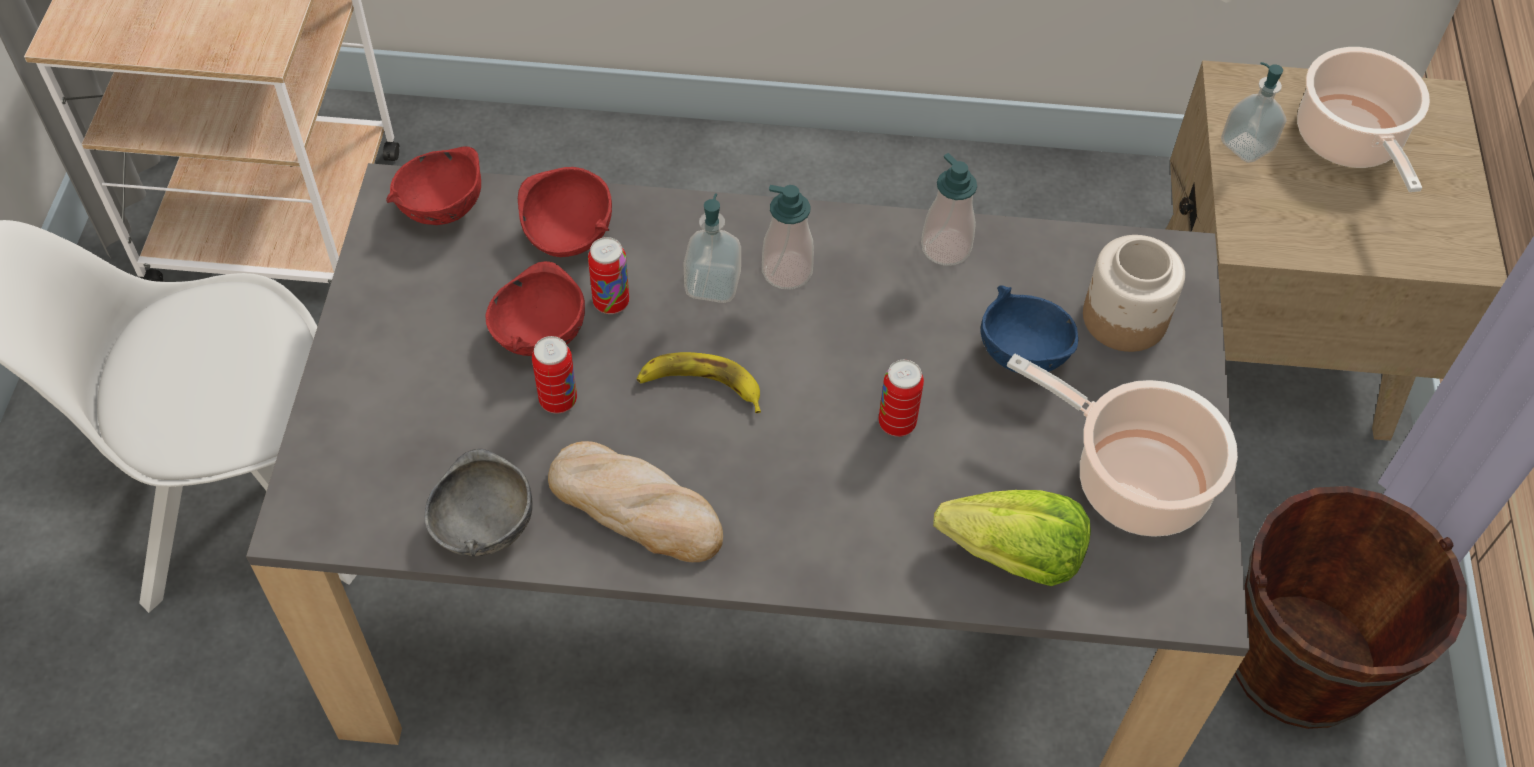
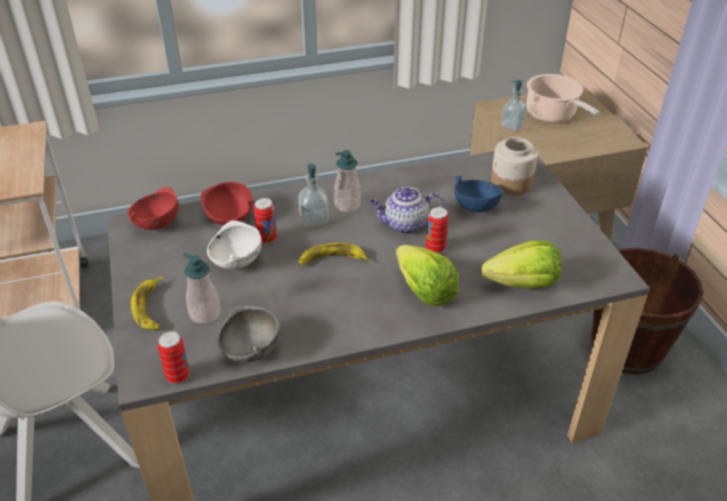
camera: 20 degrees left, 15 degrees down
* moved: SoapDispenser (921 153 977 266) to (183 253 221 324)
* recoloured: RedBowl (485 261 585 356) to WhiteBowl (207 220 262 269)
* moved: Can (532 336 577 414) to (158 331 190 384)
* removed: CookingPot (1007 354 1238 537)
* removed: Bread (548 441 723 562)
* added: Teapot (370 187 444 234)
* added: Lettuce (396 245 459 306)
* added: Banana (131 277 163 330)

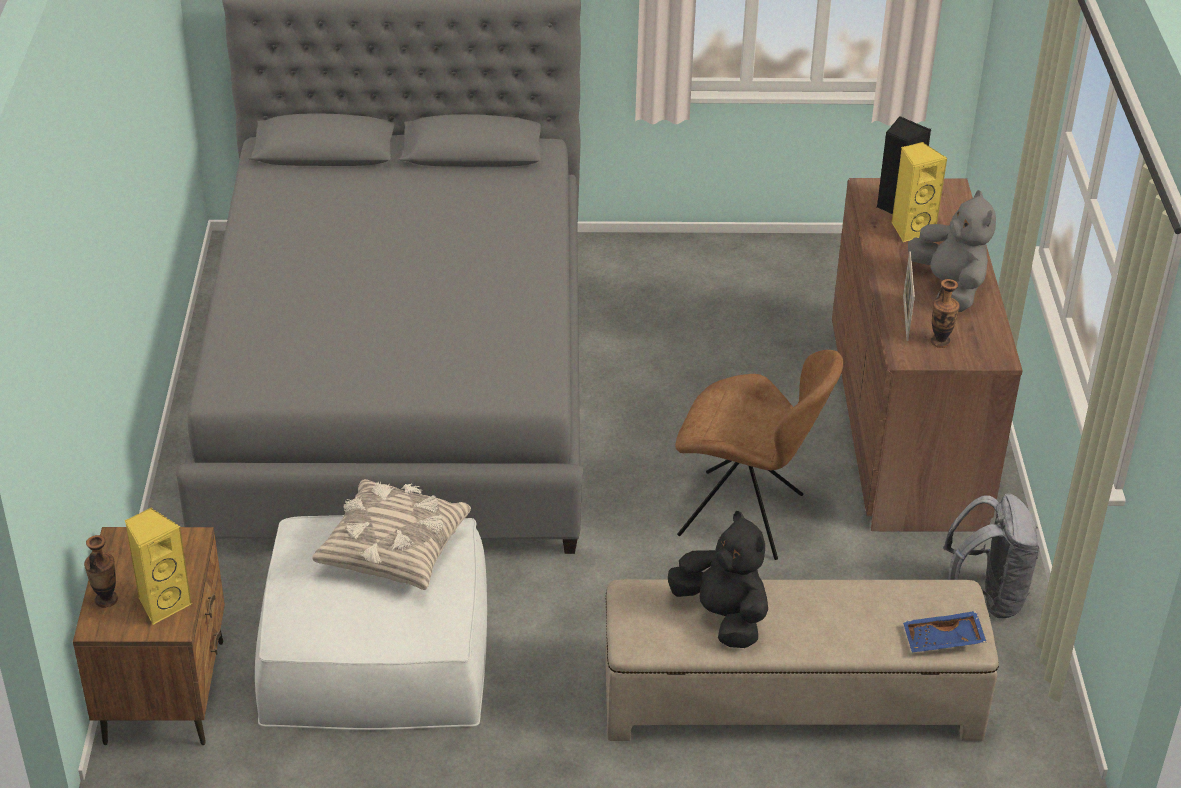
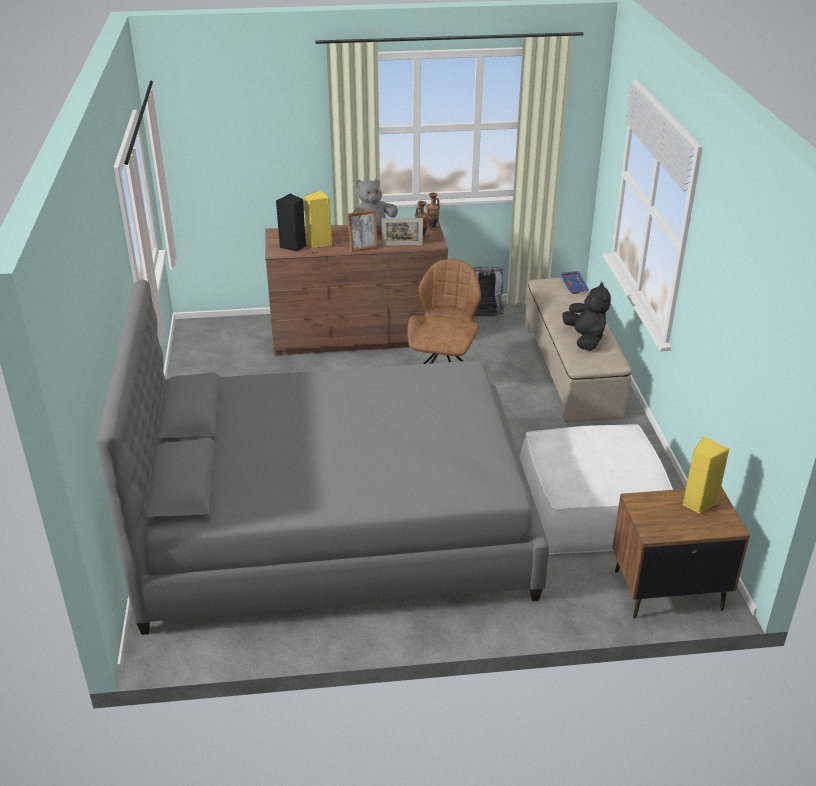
camera: 95 degrees left, 5 degrees down
* removed: BeigePillow (312 479 471 590)
* turned: BlackPlushToy (668 511 768 648) = (562 282 611 351) 120 degrees clockwise
* moved: Vase (84 535 118 608) to (426 192 440 231)
* added: PictureFrame (347 210 378 252)

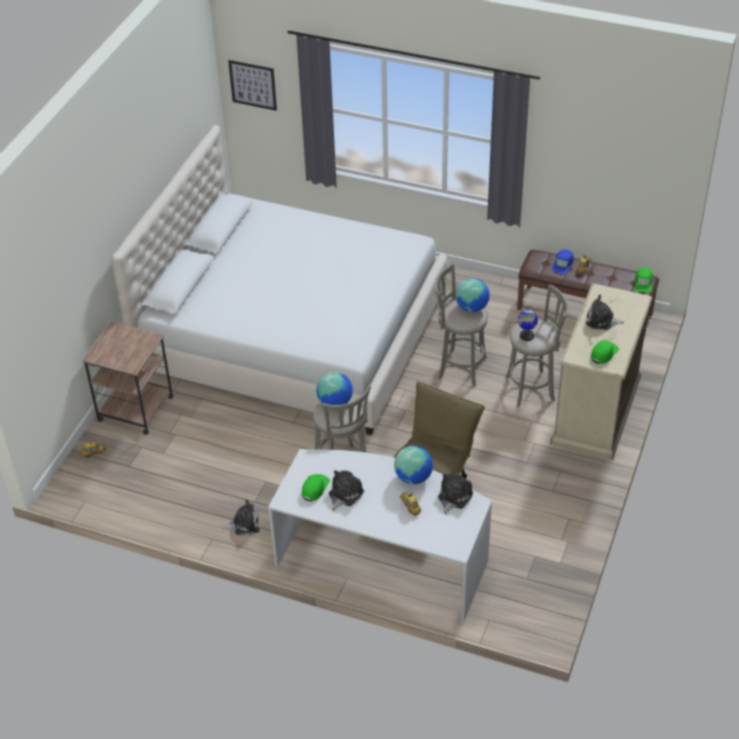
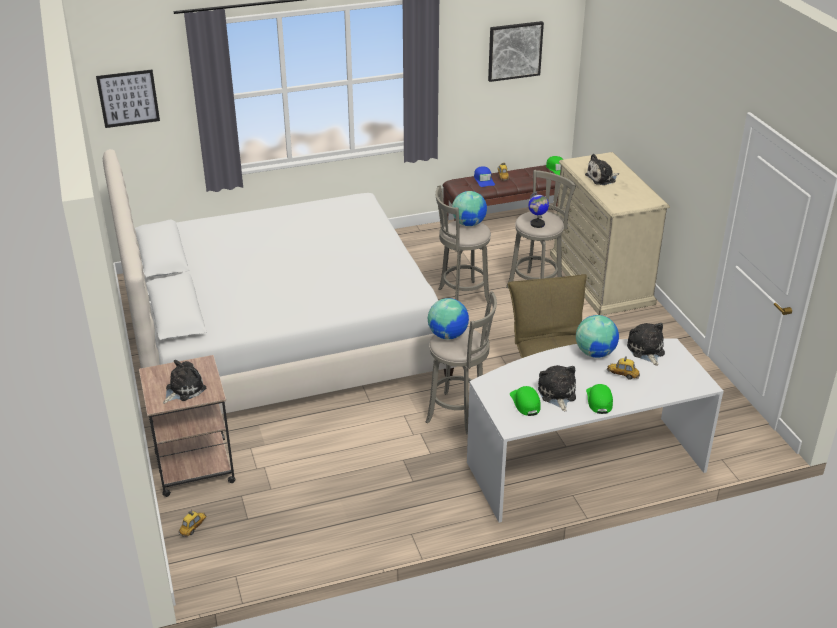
camera: 40 degrees left, 10 degrees down
* moved: GreenCap (591 340 619 364) to (586 384 613 414)
* moved: PlushToy (223 499 260 535) to (163 360 206 404)
* added: Picture (488 21 544 82)

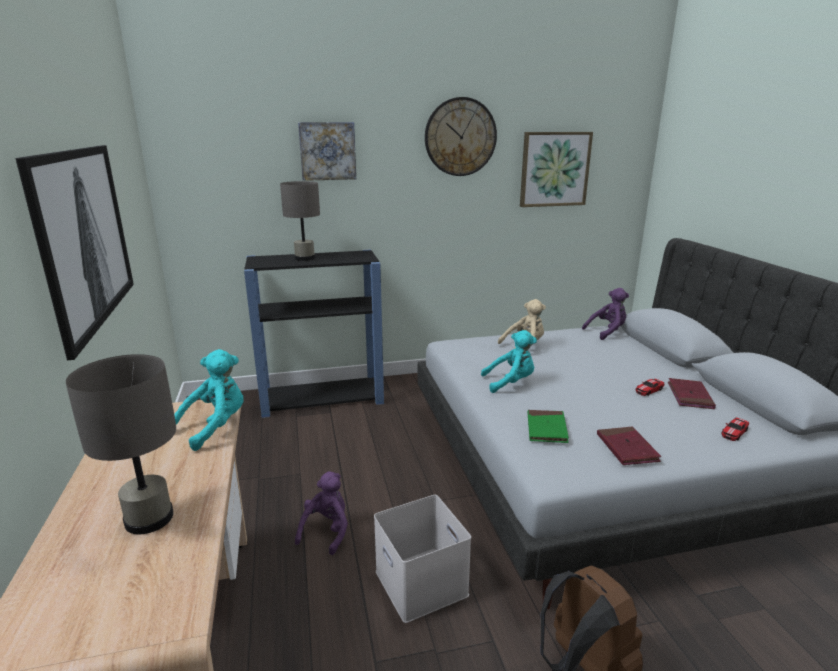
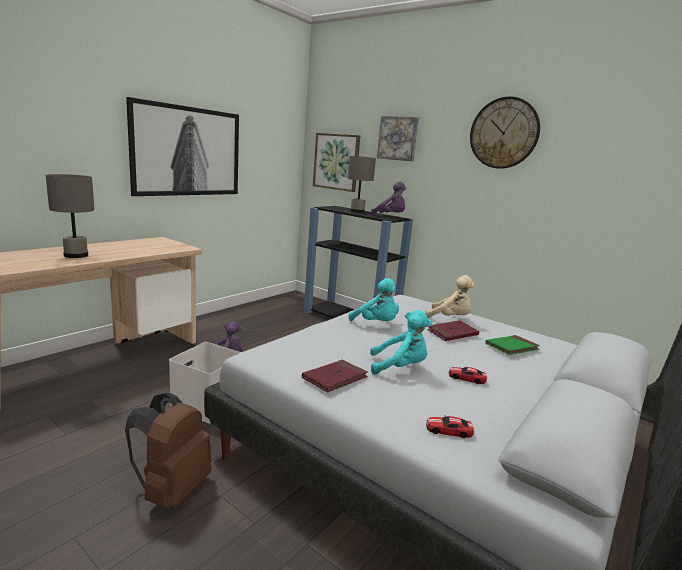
camera: 50 degrees right, 5 degrees down
* moved: Picture (520 132 593 207) to (313 133 360 192)
* moved: PurplePlushToy (582 288 629 340) to (371 182 406 216)
* moved: TurquoisePlushToy (174 349 243 451) to (370 310 432 375)
* moved: RedBook (668 378 716 409) to (427 320 479 341)
* moved: GreenBook (528 410 569 443) to (485 335 540 355)

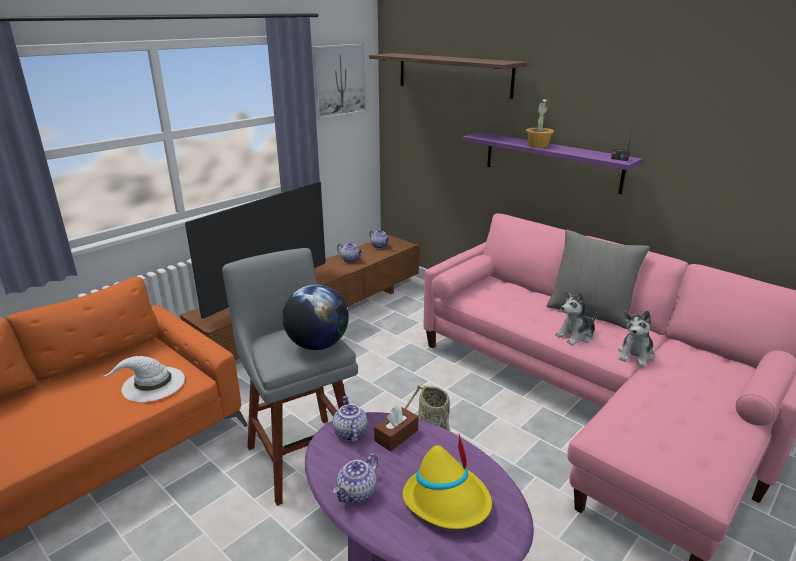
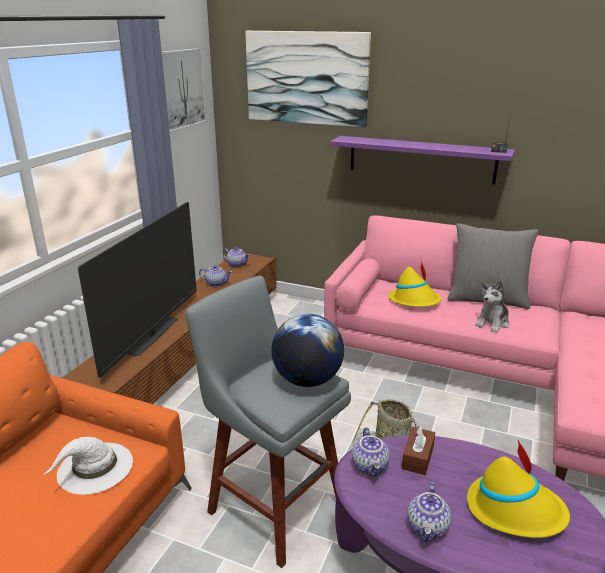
camera: 20 degrees left, 0 degrees up
* replaced: Shelf (369 53 528 99) to Picture (245 31 371 127)
* removed: PottedPlant (526 98 554 148)
* removed: PlushToy (618 310 654 367)
* turned: Teapot (333 396 367 443) = (352 427 390 477) 150 degrees counterclockwise
* added: YellowHat (388 261 441 307)

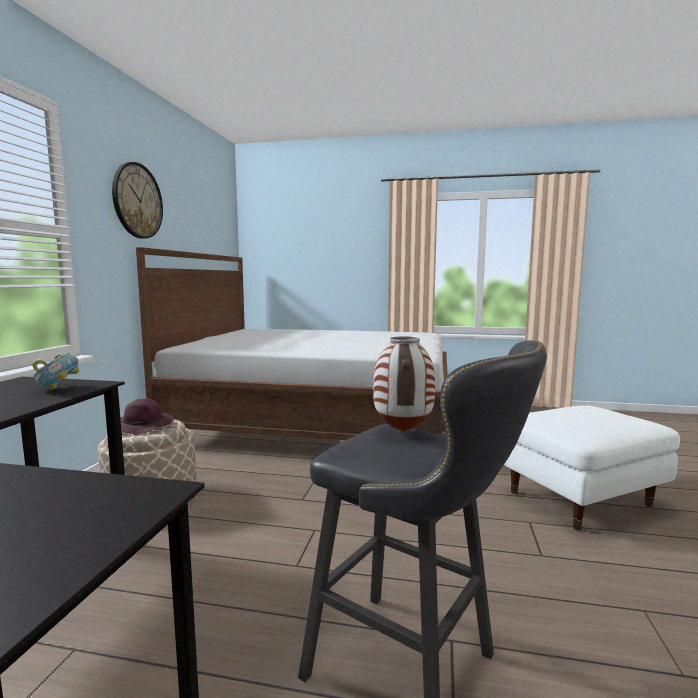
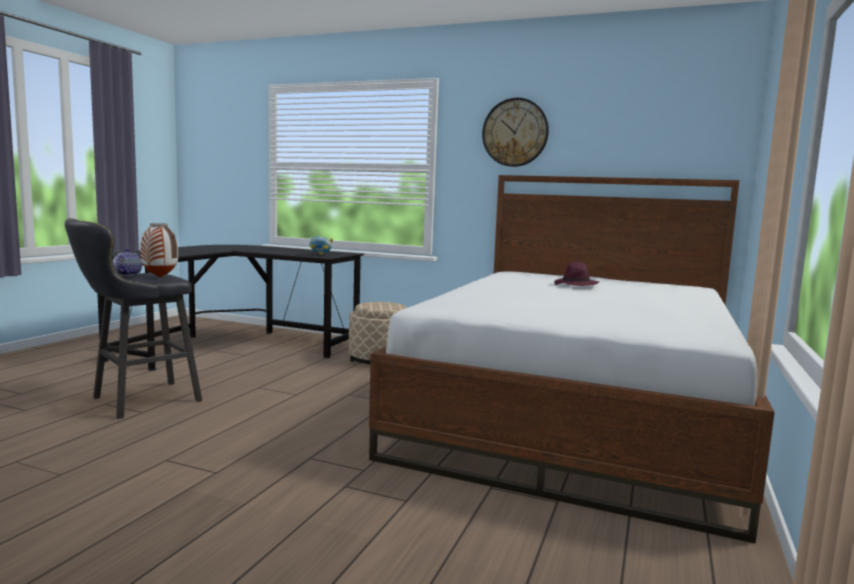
camera: 100 degrees right, 0 degrees up
* moved: PurpleHat (120 398 174 435) to (554 262 599 286)
* removed: WhiteOttoman (504 405 680 531)
* added: Teapot (113 249 142 276)

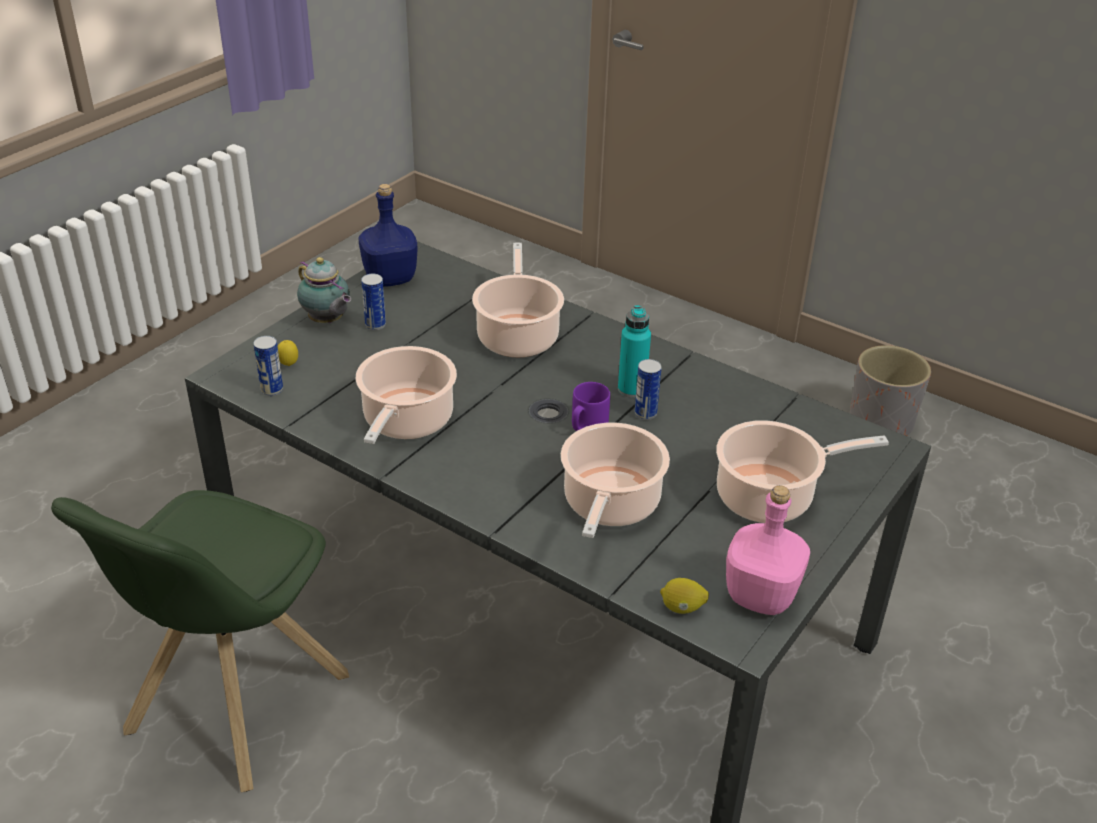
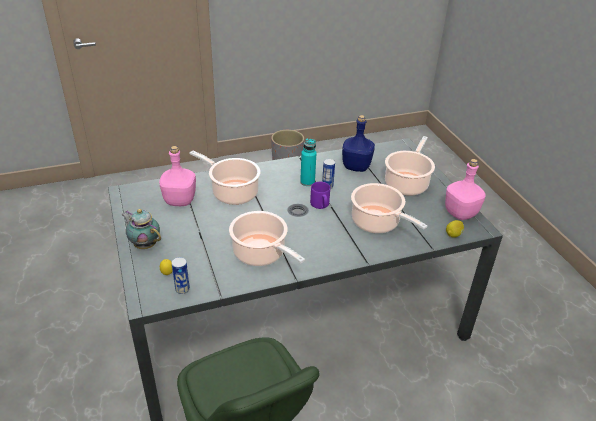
camera: 55 degrees left, 0 degrees up
* moved: BlueBottle (358 184 418 287) to (342 115 375 172)
* turned: Teapot (297 257 351 323) = (121 209 161 249) 135 degrees counterclockwise
* removed: Can (361 274 386 330)
* added: PinkBottle (159 146 196 206)

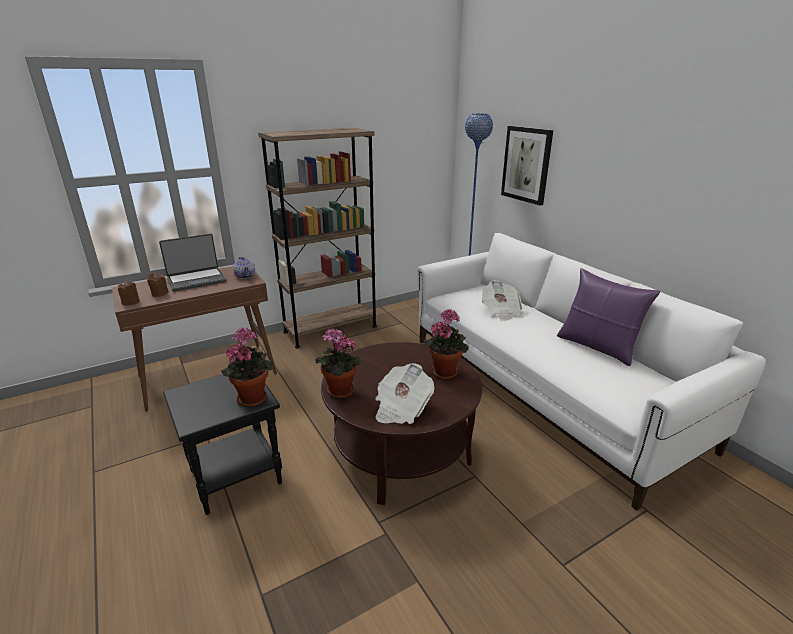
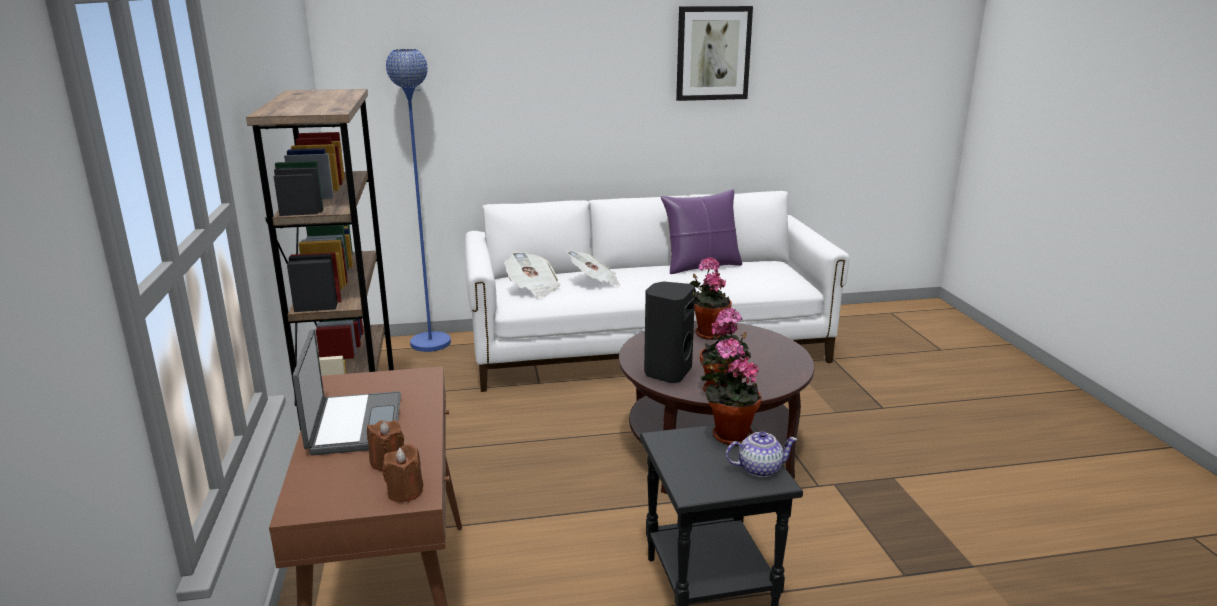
camera: 70 degrees left, 5 degrees down
* moved: Picture (501 126 553 206) to (676 6 753 101)
* moved: Teapot (233 257 255 279) to (726 431 798 477)
* moved: Newspaper (375 363 435 424) to (504 251 560 298)
* added: BlackSpeaker (644 281 695 383)

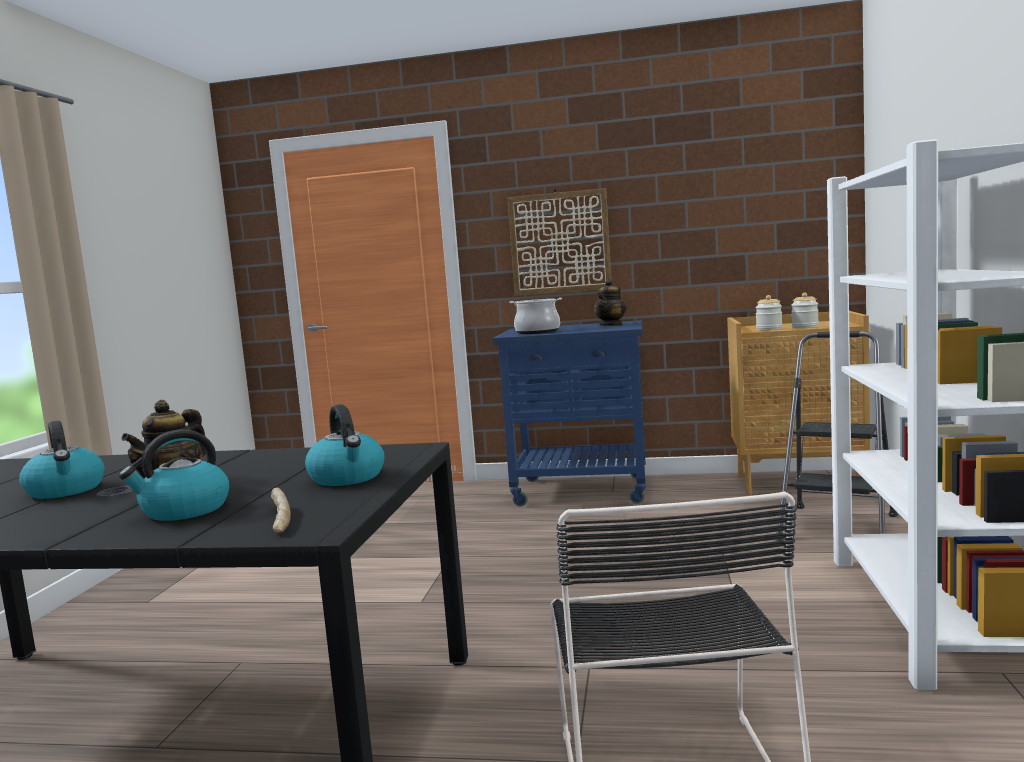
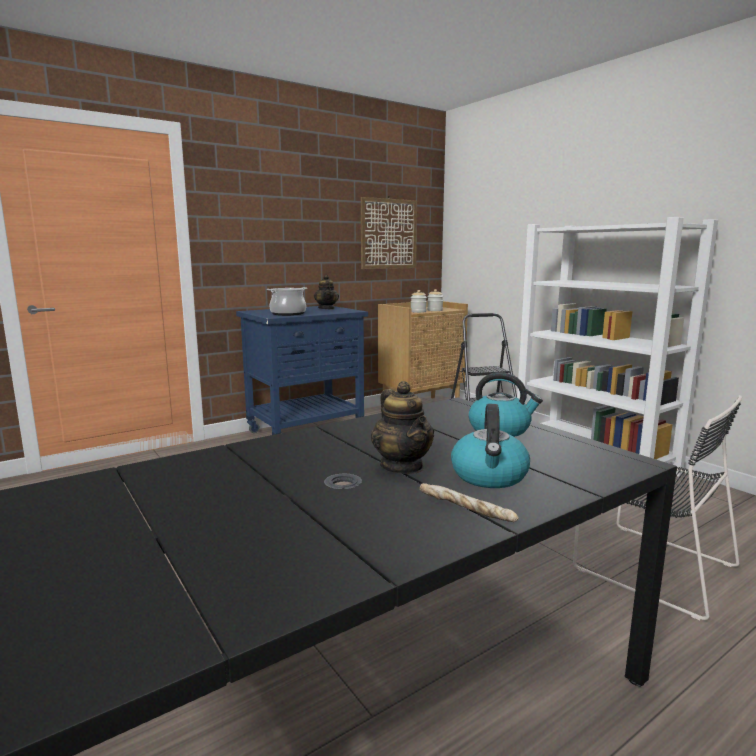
camera: 45 degrees left, 5 degrees up
* moved: Picture (508 188 612 296) to (361 196 417 269)
* removed: Kettle (19 421 105 499)
* moved: Bread (271 488 291 534) to (420 483 519 522)

